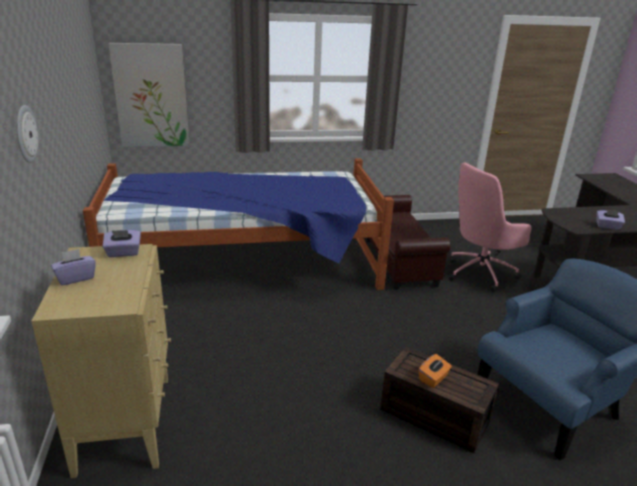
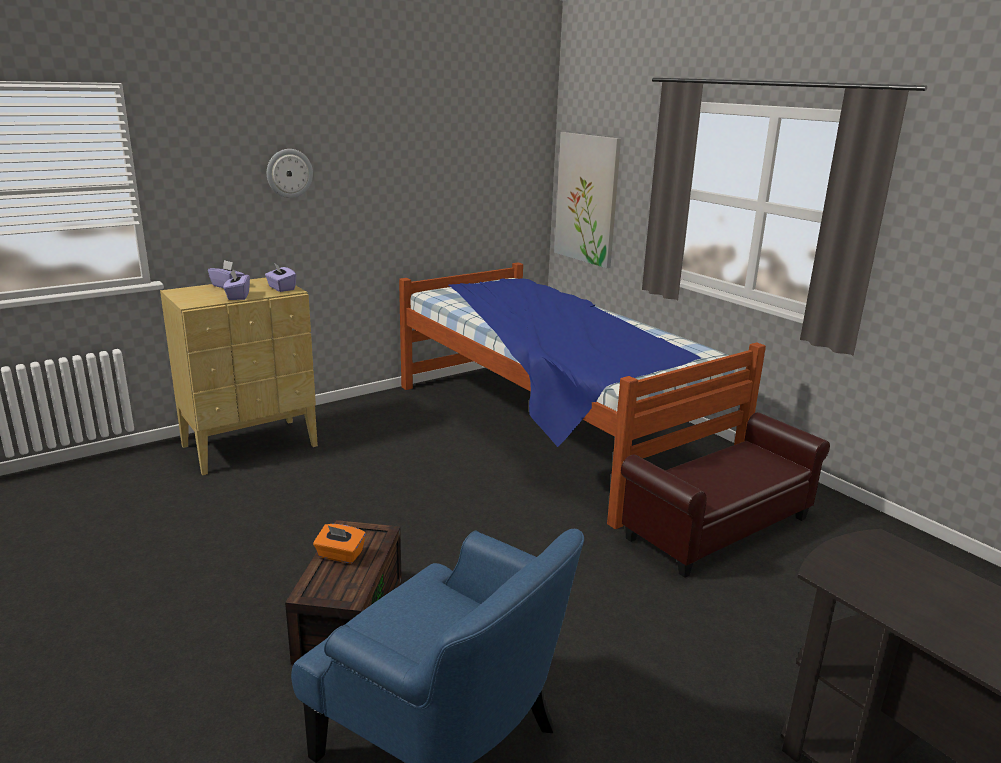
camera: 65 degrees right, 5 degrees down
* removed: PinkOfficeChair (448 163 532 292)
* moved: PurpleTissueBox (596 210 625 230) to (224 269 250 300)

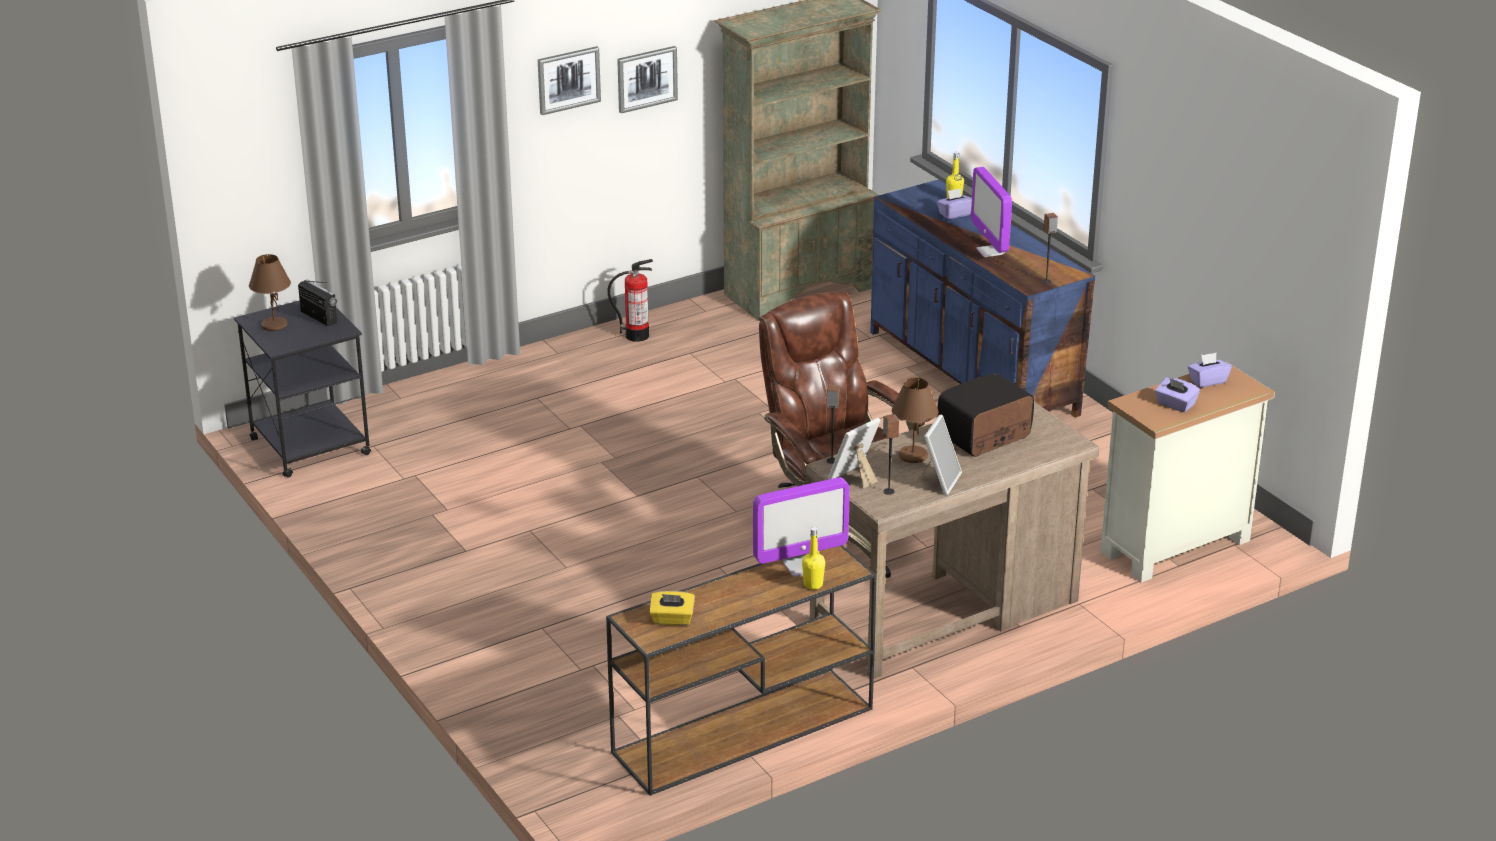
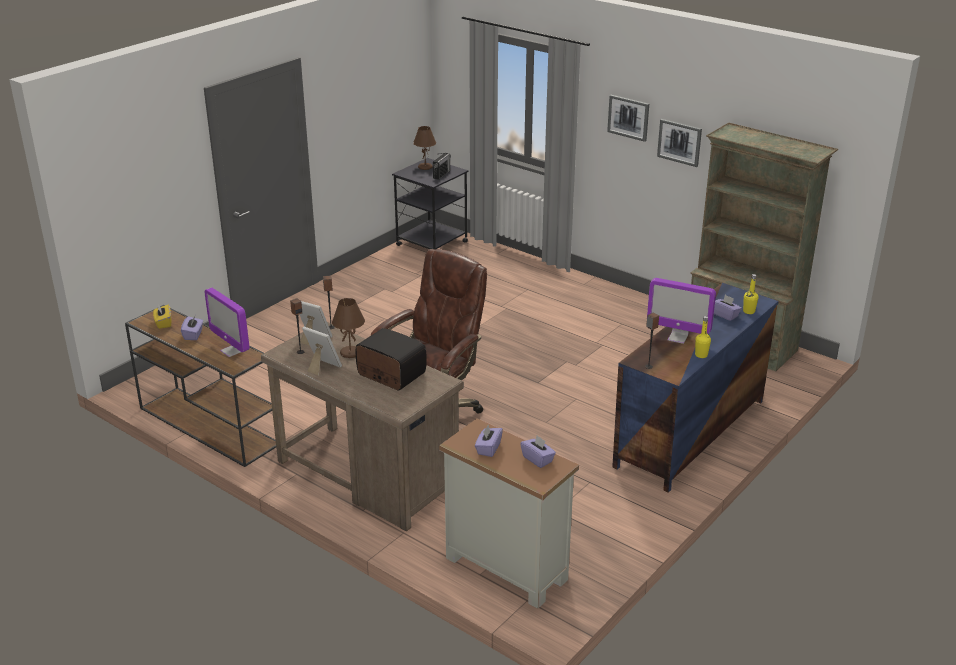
camera: 70 degrees right, 0 degrees up
* turned: Monitor (971 167 1012 257) = (647 278 716 344) 120 degrees counterclockwise
* removed: FireExtinguisher (607 259 653 342)
* turned: PictureFrame (916 415 962 495) = (302 327 342 376) 150 degrees counterclockwise
* moved: YellowBottle (802 527 825 590) to (695 316 711 358)
* added: PurpleTissueBox (181 316 203 340)

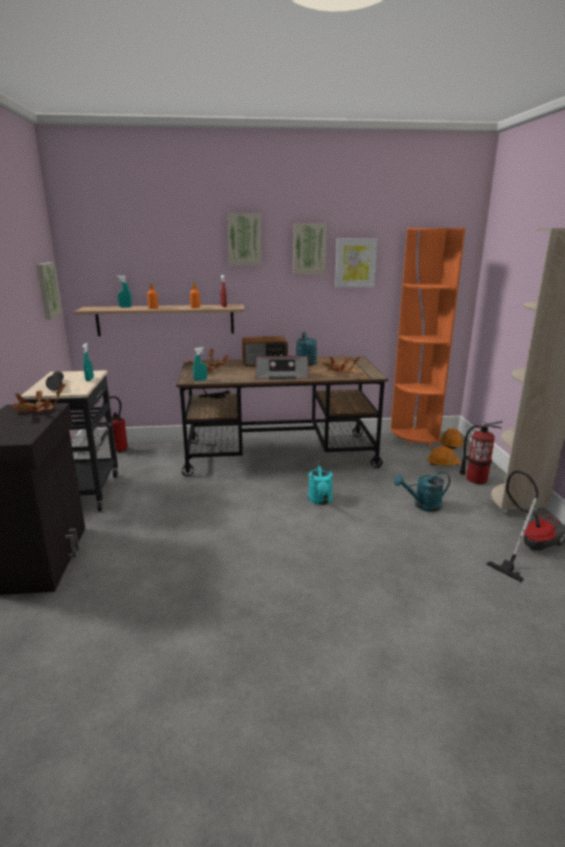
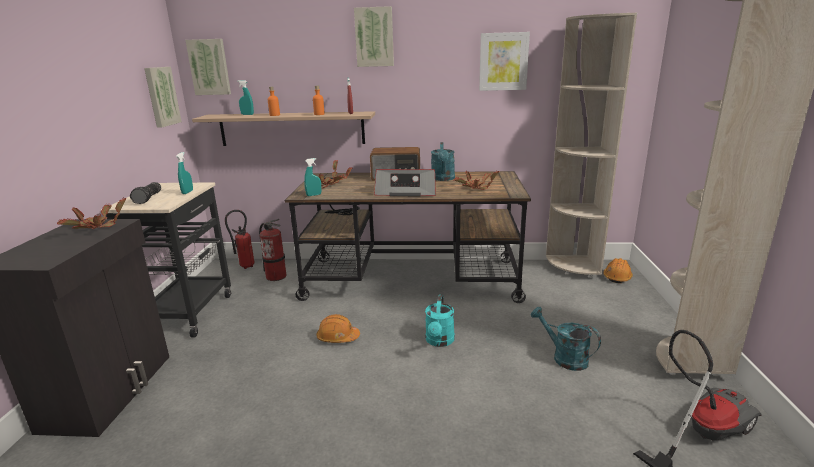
camera: 10 degrees right, 0 degrees up
* moved: Picture (293 224 327 274) to (185 39 231 95)
* recoloured: OrangeBookcase (391 228 465 446) to BeigeBookcase (546 13 637 278)
* moved: FireExtinguisher (460 421 502 484) to (259 219 286 281)
* moved: OrangeHardHat (427 446 461 466) to (317 314 360 343)
* turned: TurquoiseWateringCan (394 472 450 512) = (531 307 601 371) 45 degrees clockwise

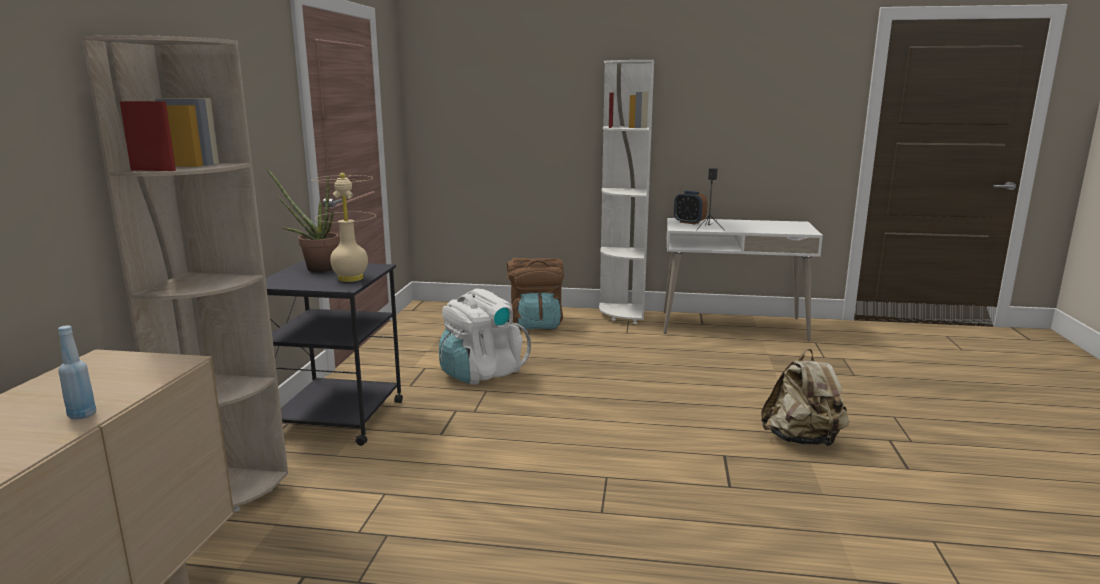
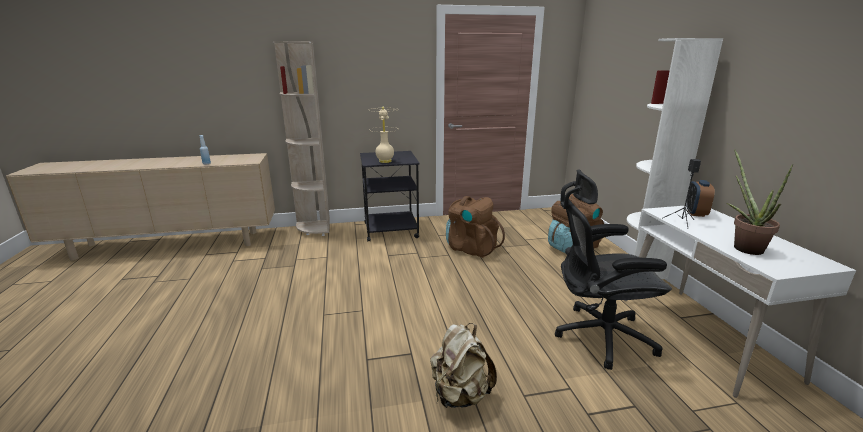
camera: 70 degrees right, 5 degrees up
* moved: PottedPlant (266 168 339 272) to (727 149 793 255)
* recoloured: WhiteBackpack (439 289 531 385) to BrownBackpack (446 196 505 258)
* added: OfficeChair (555 170 672 370)

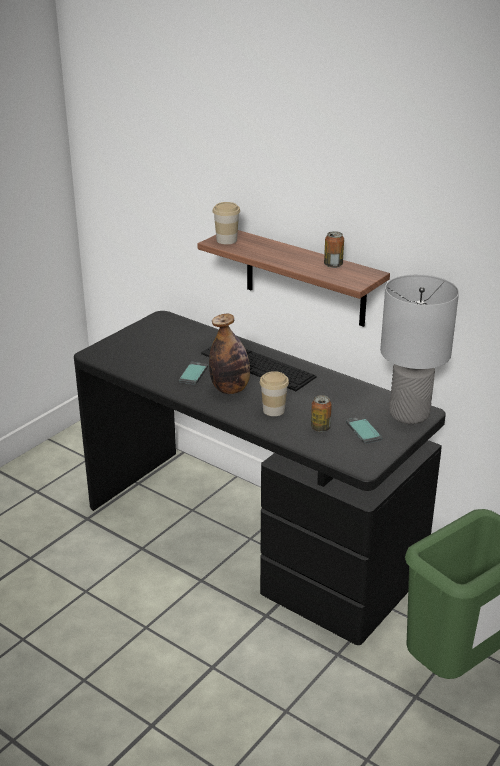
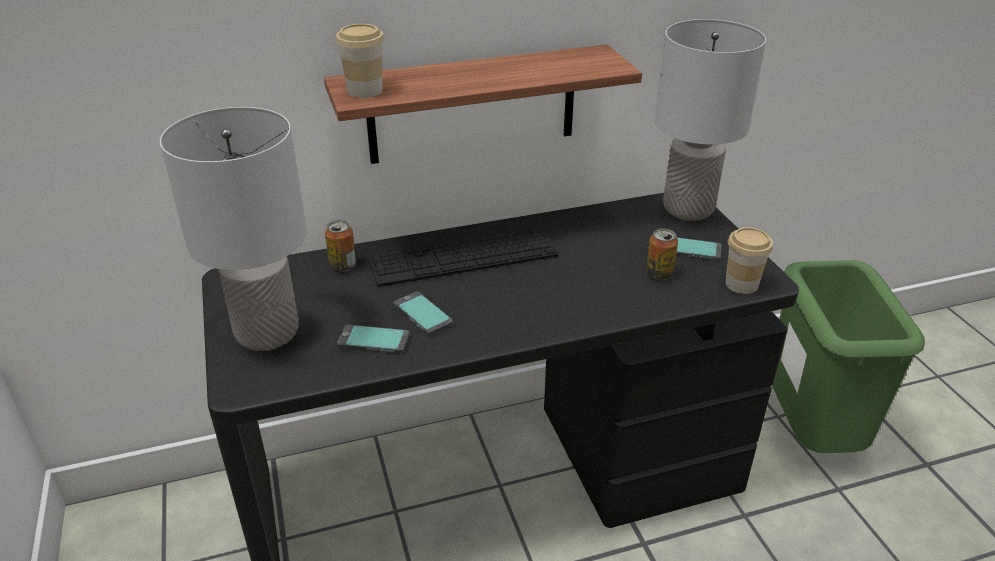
camera: 55 degrees left, 5 degrees up
* moved: Can (324 231 344 268) to (325 220 356 272)
* removed: Bottle (209 314 250 394)
* moved: Cup (260 371 289 416) to (726 227 773 294)
* added: GreyTableLamp (160 107 307 351)
* added: Phone (337 325 410 354)

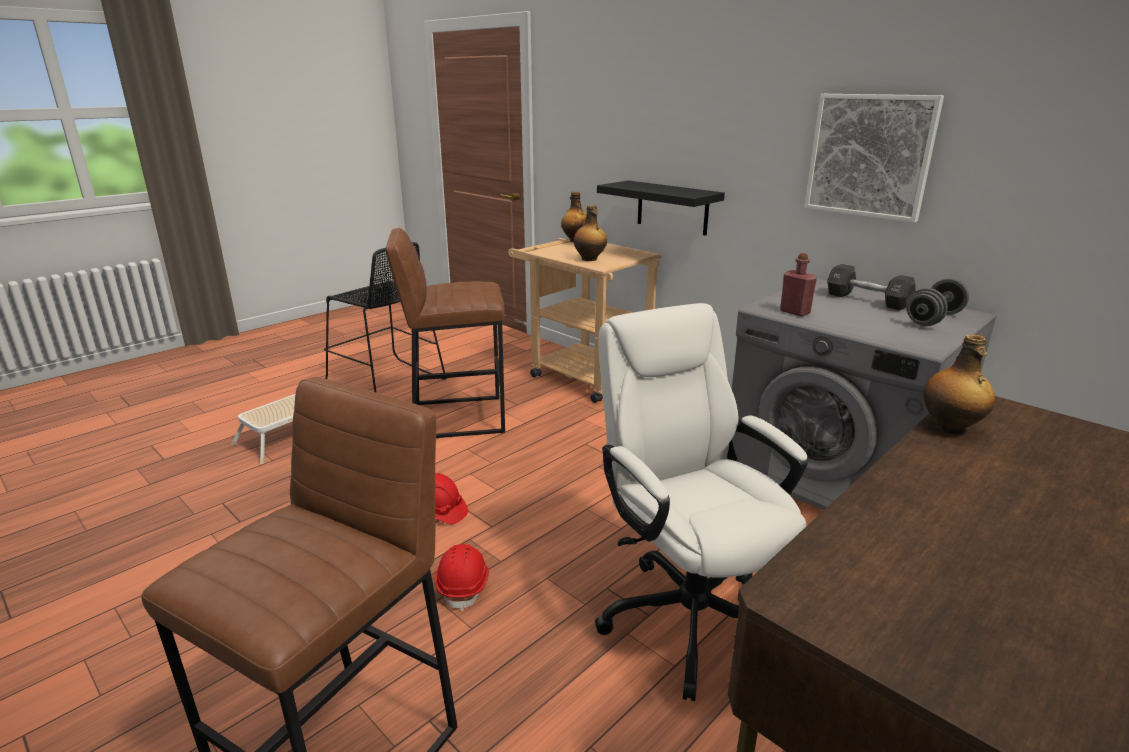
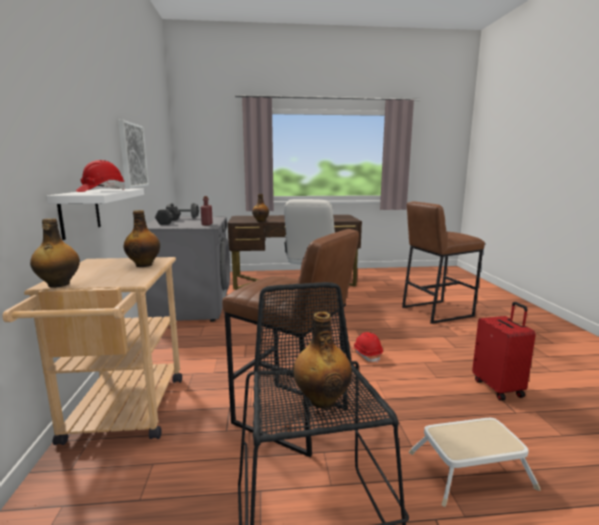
camera: 140 degrees left, 10 degrees down
* recoloured: BlackShelf (597 180 725 236) to WhiteShelf (46 189 144 240)
* moved: RedHardHat (435 544 489 611) to (76 160 124 192)
* added: RedSuitcase (472 302 536 401)
* added: Bottle (293 312 352 409)

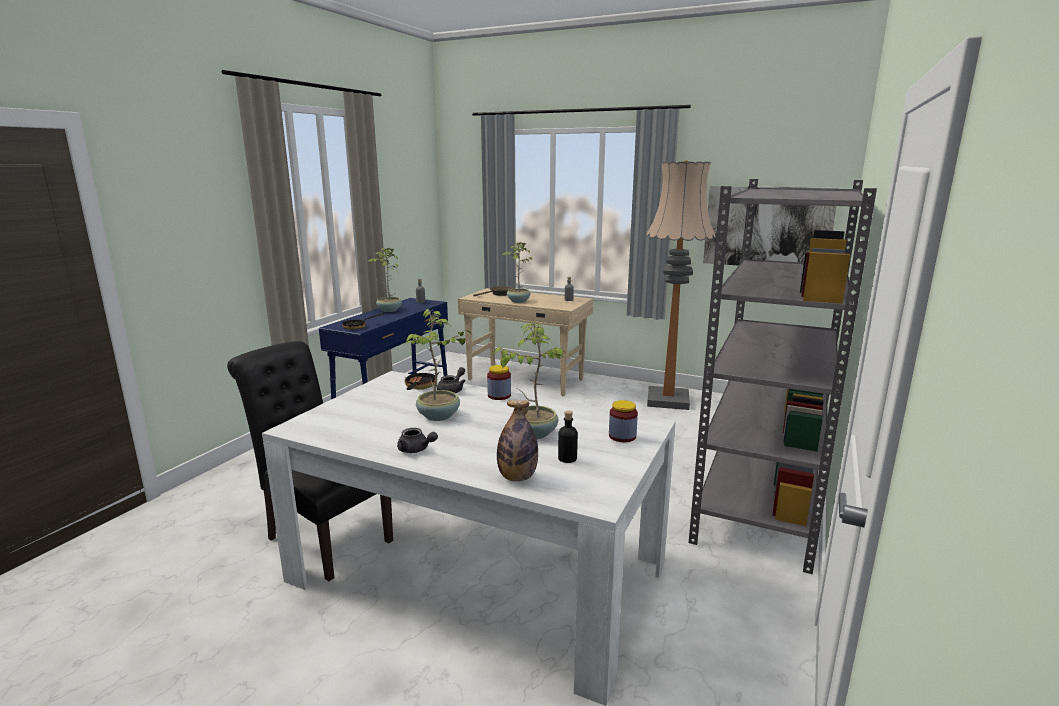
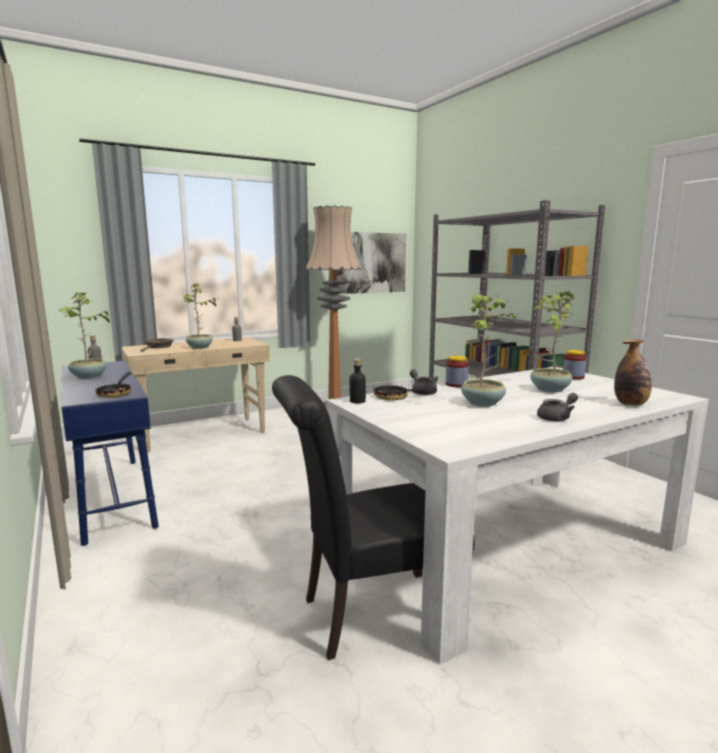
camera: 55 degrees left, 5 degrees down
* moved: BlackBottle (558 411 578 463) to (349 359 366 403)

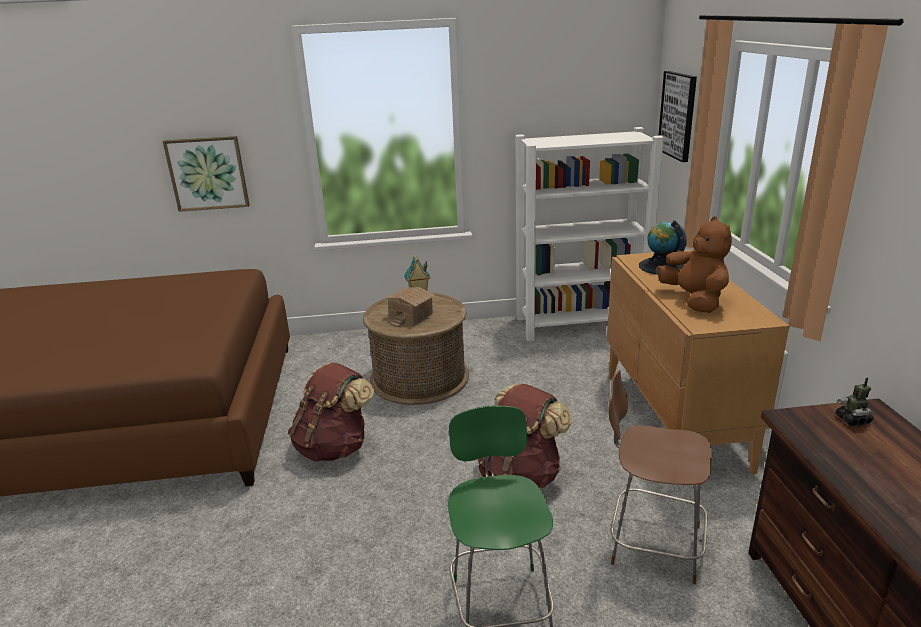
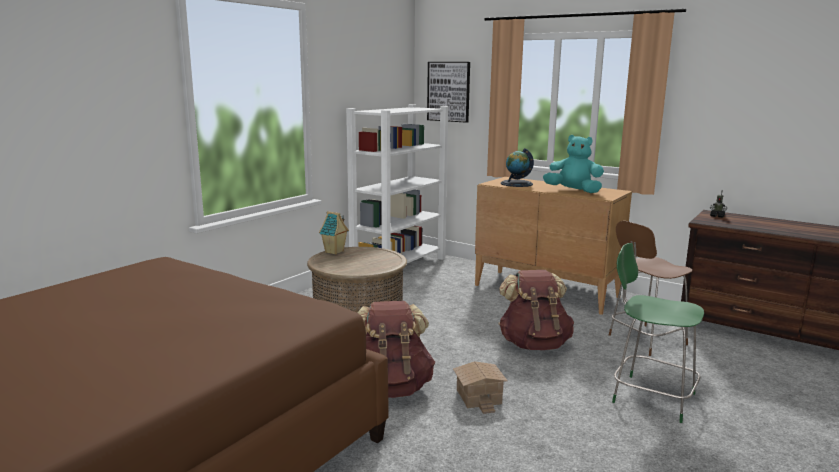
camera: 50 degrees left, 10 degrees down
* removed: Picture (163 136 250 212)
* recoloured: BrownPlushToy (657 216 732 313) to TurquoisePlushToy (543 135 604 193)
* moved: ToyHouse (385 287 435 327) to (453 362 508 414)

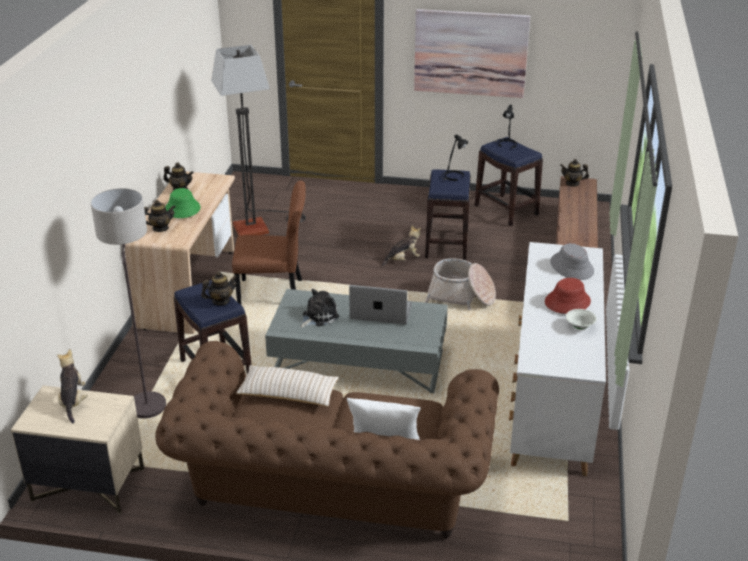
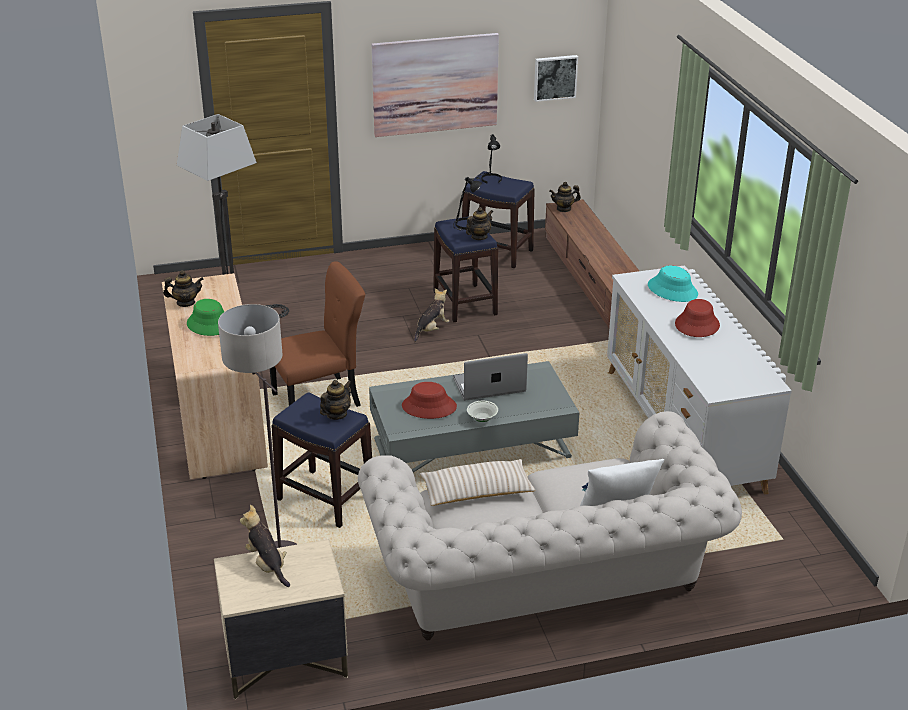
camera: 25 degrees left, 0 degrees up
* moved: Teapot (144 200 176 232) to (466 207 493 240)
* recoloured: GreyHat (550 243 594 280) to TurquoiseHat (648 266 698 302)
* removed: Basket (425 258 496 310)
* replaced: PlushToy (300 289 340 328) to RedHat (402 382 457 419)
* moved: WhiteBowl (566 309 597 329) to (467 401 498 422)
* recoloured: BrownSofa (155 341 499 538) to WhiteSofa (358 411 742 640)
* added: Picture (534 55 578 102)

